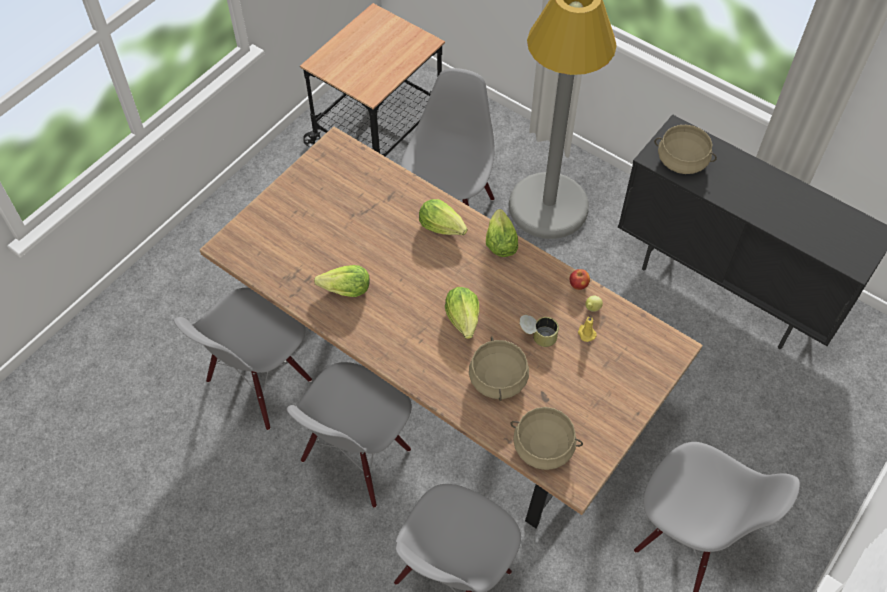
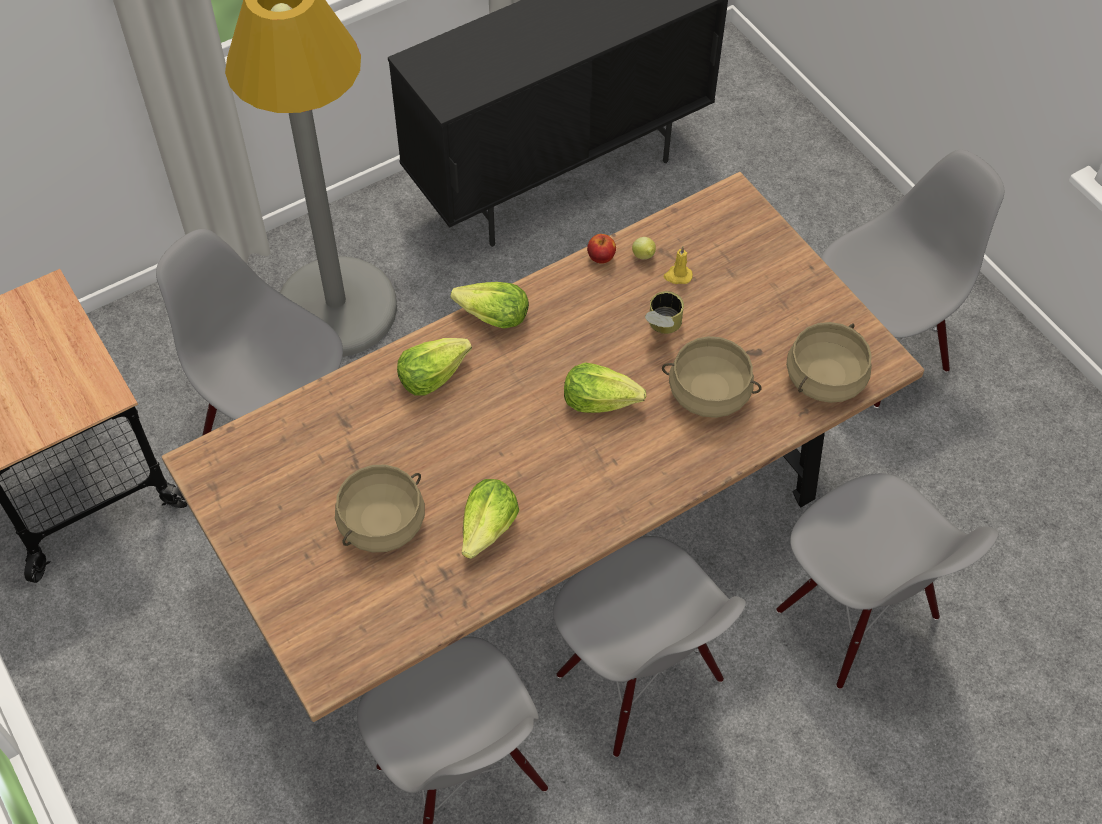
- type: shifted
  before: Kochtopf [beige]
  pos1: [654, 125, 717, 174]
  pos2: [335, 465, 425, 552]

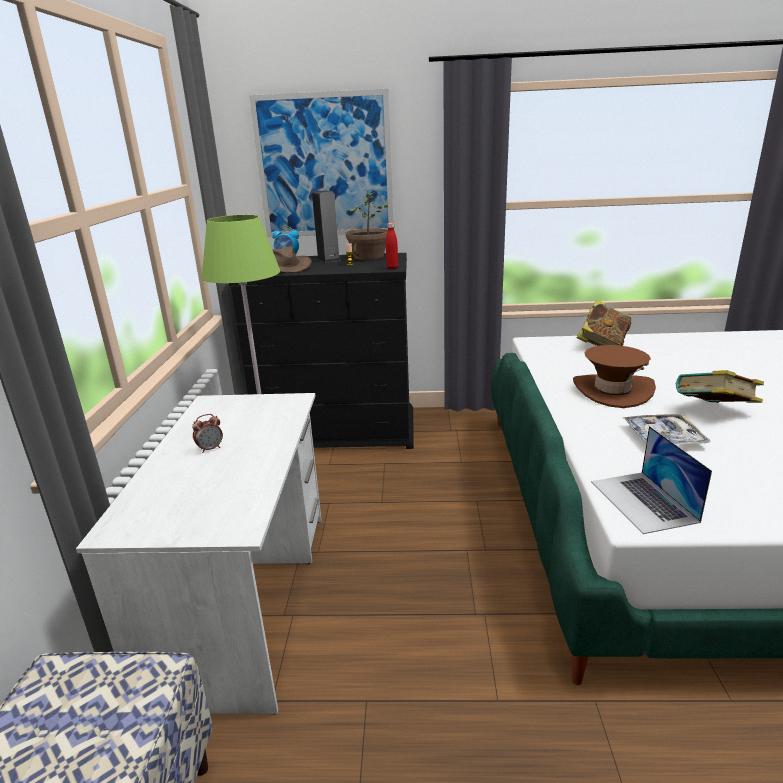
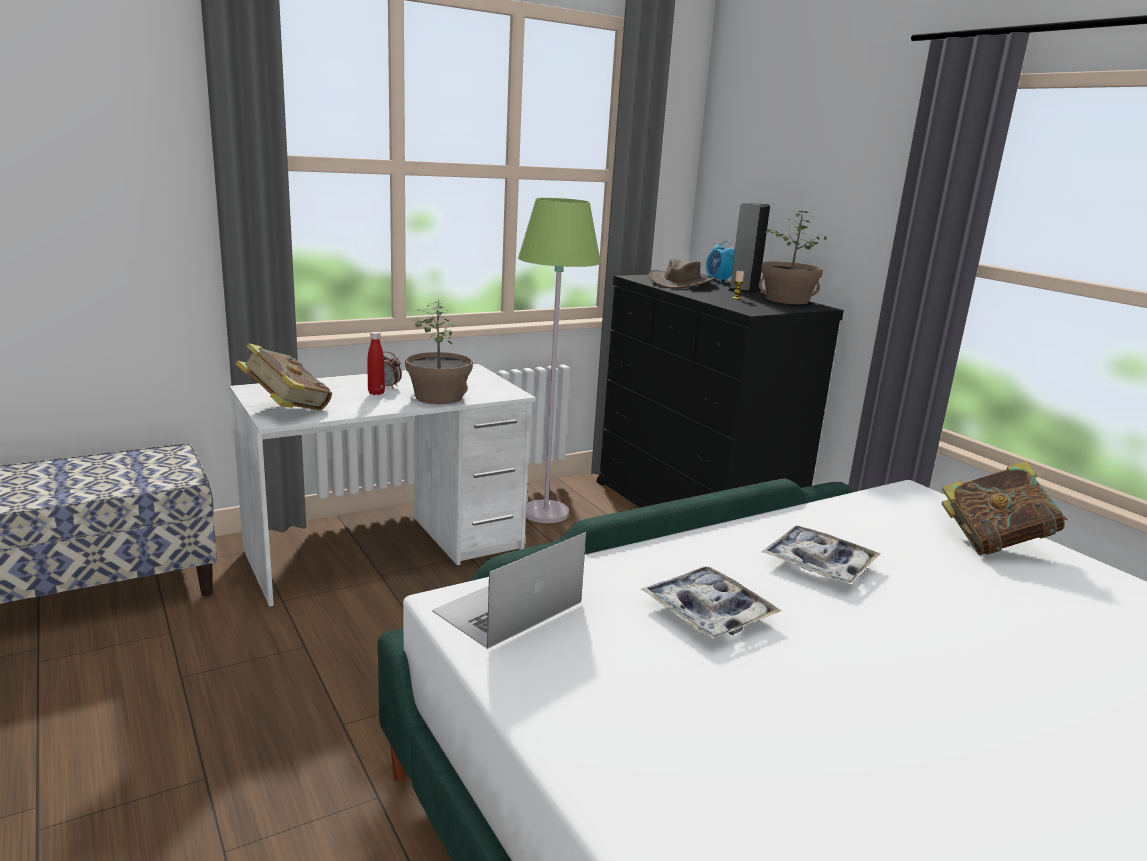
- type: gone
  before: Bild
  pos1: [249, 89, 393, 237]
- type: shifted
  before: Flasche [rot]
  pos1: [386, 223, 398, 269]
  pos2: [367, 332, 385, 395]
- type: swapped
  before: Hut [braun]
  after: Tablett
  pos1: [573, 345, 656, 408]
  pos2: [762, 525, 881, 584]
- type: shifted
  before: Buch
  pos1: [676, 370, 764, 403]
  pos2: [236, 343, 332, 410]
- type: new
  after: Topfpflanze
  pos2: [405, 300, 473, 404]

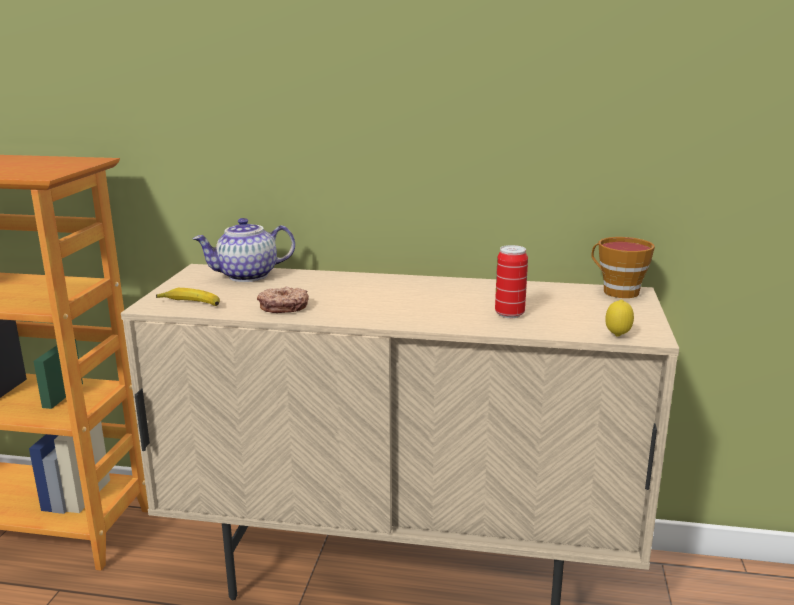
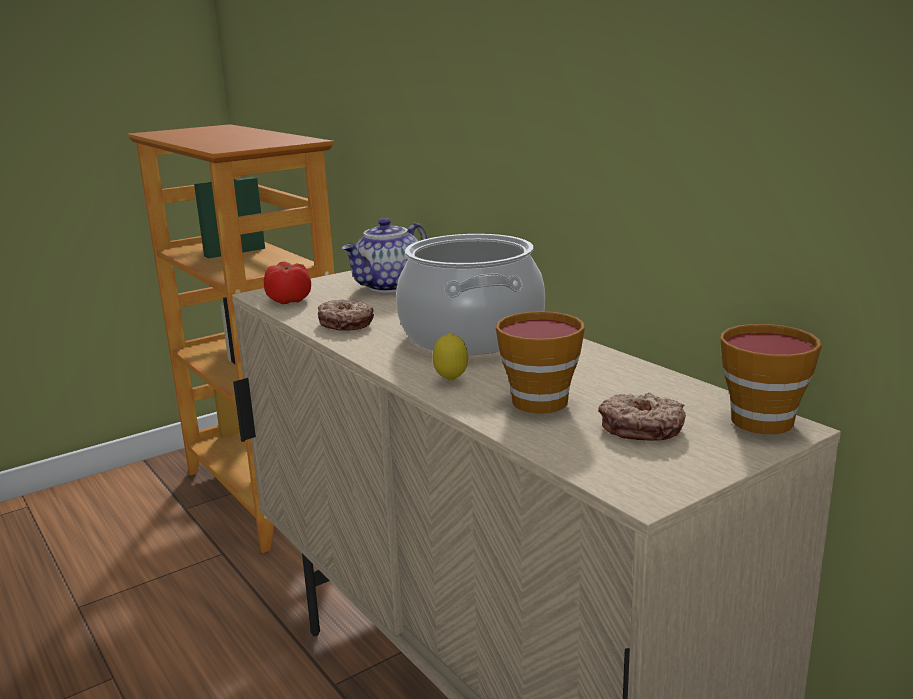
- type: rotated
  before: Teekanne
  pos1: [192, 218, 295, 282]
  pos2: [342, 218, 428, 293]
  turn: -75
- type: swapped
  before: Dose
  after: Tasse
  pos1: [495, 245, 528, 318]
  pos2: [496, 311, 585, 414]
- type: swapped
  before: Banane
  after: Tomate
  pos1: [156, 288, 220, 306]
  pos2: [264, 261, 311, 304]
- type: shifted
  before: Zitrone
  pos1: [605, 299, 634, 337]
  pos2: [433, 333, 468, 381]
- type: new
  after: Kochtopf
  pos2: [396, 234, 545, 355]
- type: new
  after: Donut
  pos2: [598, 392, 686, 441]

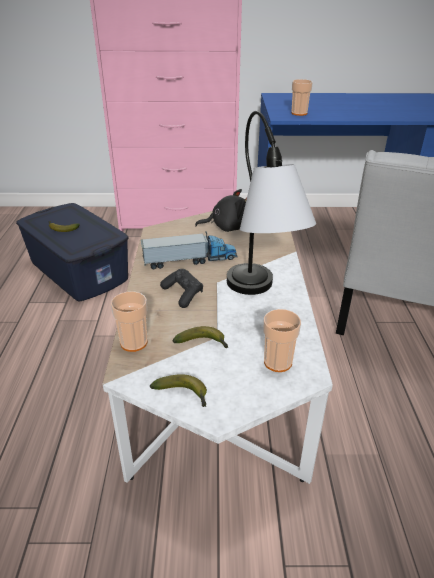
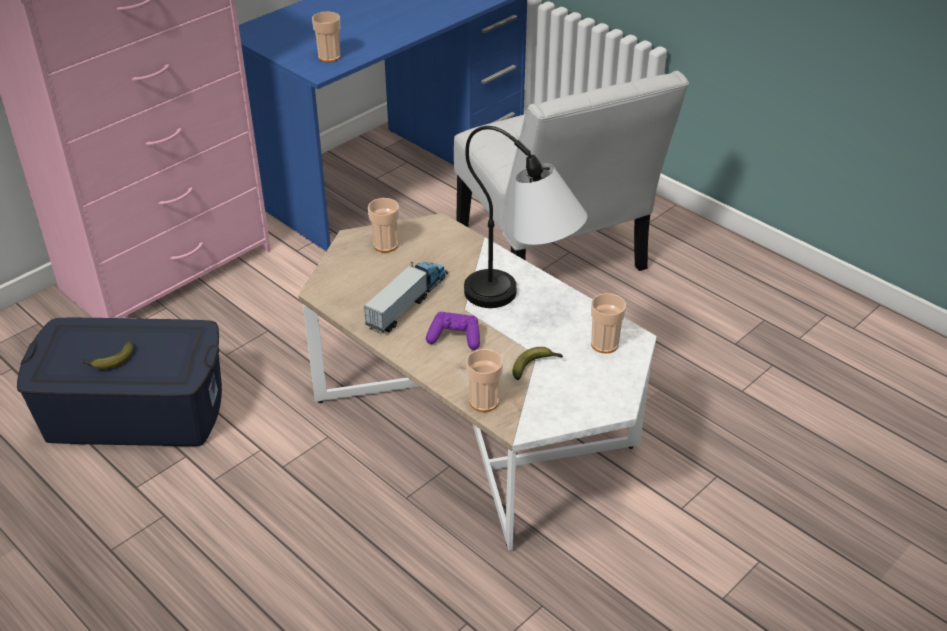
- type: swapped
  before: Plüschtier [schwarz]
  after: Tasse
  pos1: [195, 189, 247, 232]
  pos2: [368, 198, 399, 253]
- type: repainted
  before: Gamepad [schwarz]
  after: Gamepad [lila]
  pos1: [160, 269, 203, 308]
  pos2: [426, 312, 480, 350]
- type: gone
  before: Banane
  pos1: [150, 374, 207, 407]

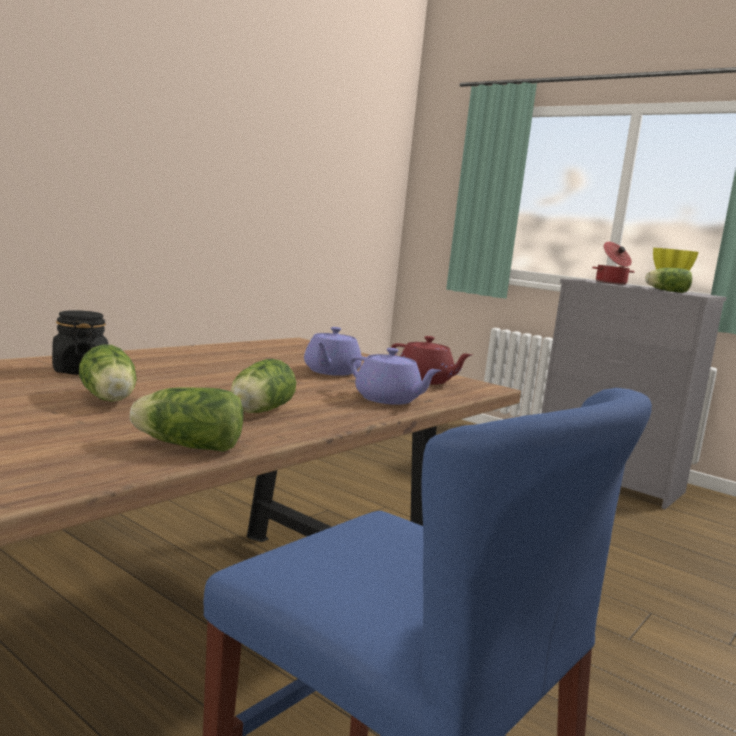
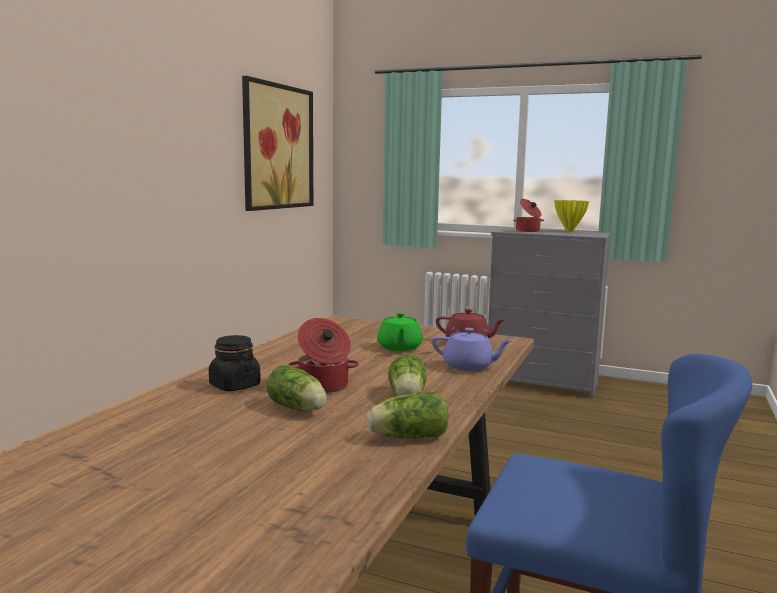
- type: gone
  before: Salatkopf
  pos1: [645, 268, 692, 293]
- type: repainted
  before: Teekanne [lila]
  after: Teekanne [grün]
  pos1: [304, 327, 362, 376]
  pos2: [377, 312, 423, 351]
- type: new
  after: Bild
  pos2: [242, 76, 313, 211]
- type: new
  after: Kochtopf
  pos2: [288, 318, 359, 393]

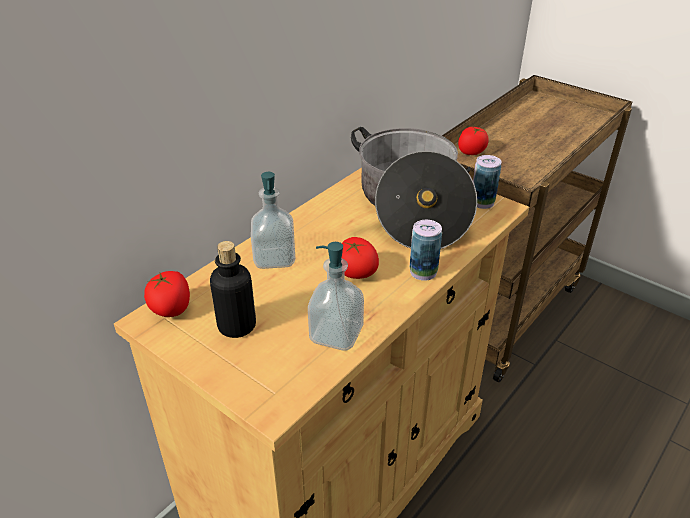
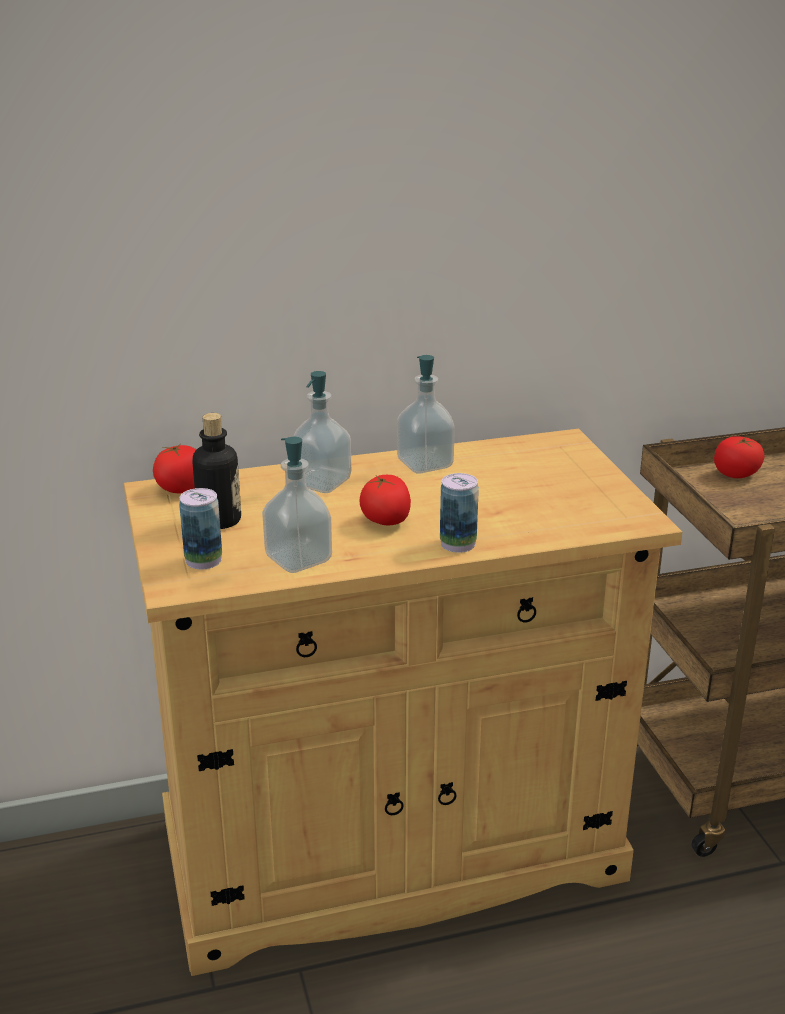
- type: gone
  before: Kochtopf
  pos1: [351, 127, 477, 249]
- type: shifted
  before: Dose
  pos1: [473, 155, 501, 209]
  pos2: [179, 488, 222, 570]
- type: new
  after: Seifenspender
  pos2: [397, 355, 455, 474]

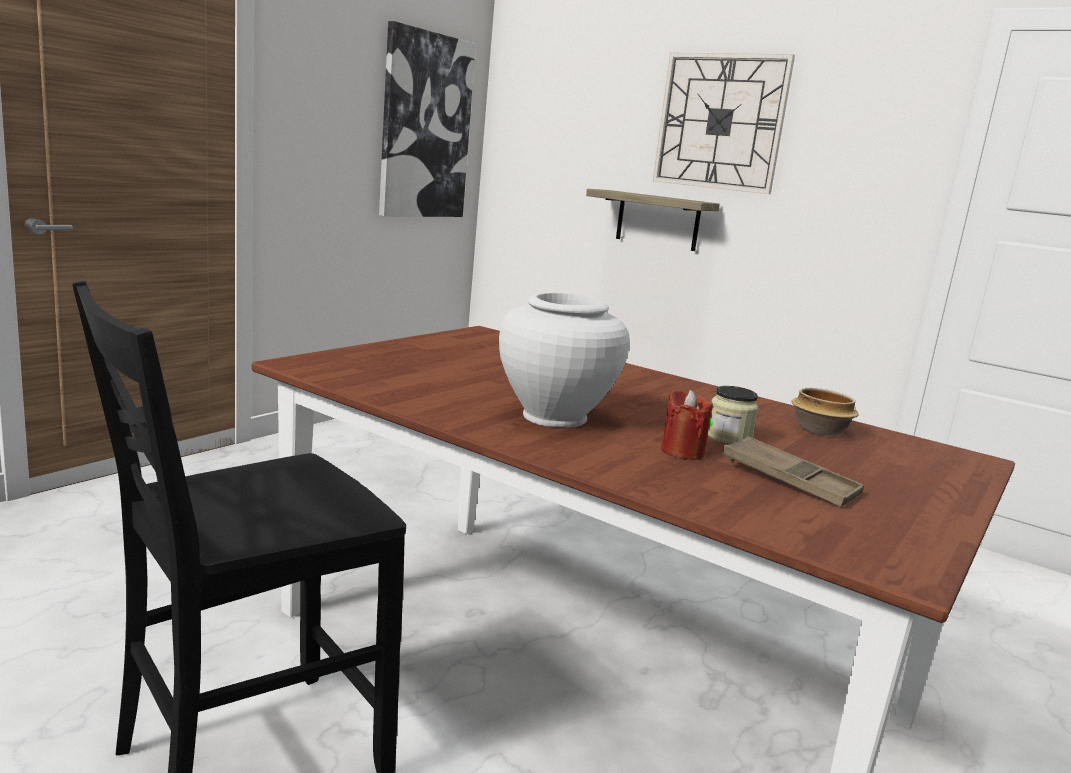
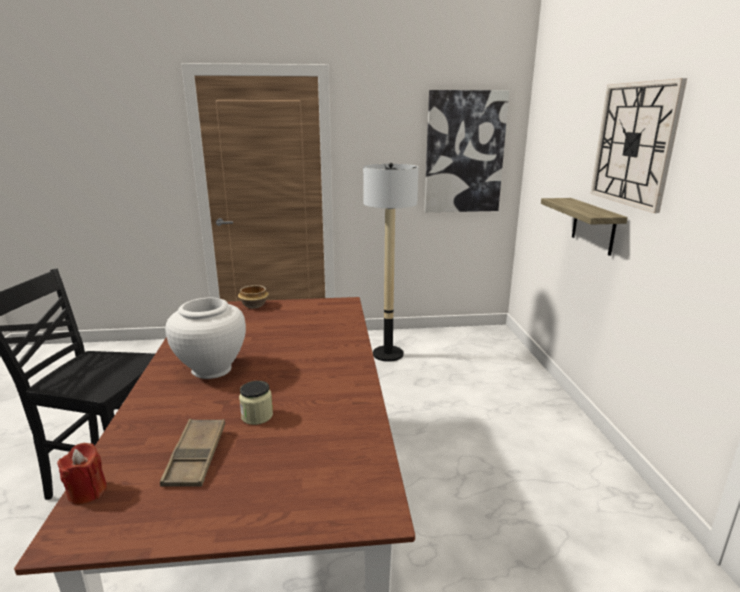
- type: shifted
  before: Schüssel
  pos1: [791, 388, 859, 436]
  pos2: [238, 285, 269, 308]
- type: shifted
  before: Kerze [rot]
  pos1: [661, 390, 713, 460]
  pos2: [57, 443, 107, 505]
- type: new
  after: Stehlampe
  pos2: [363, 163, 418, 362]

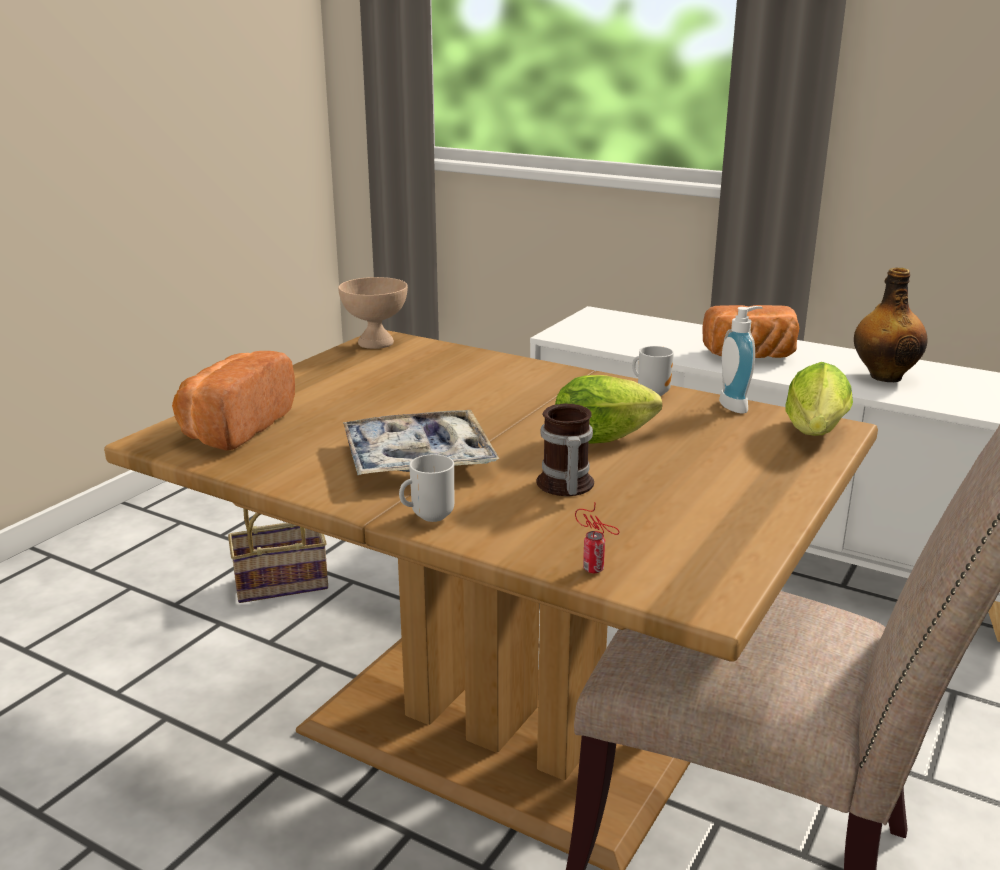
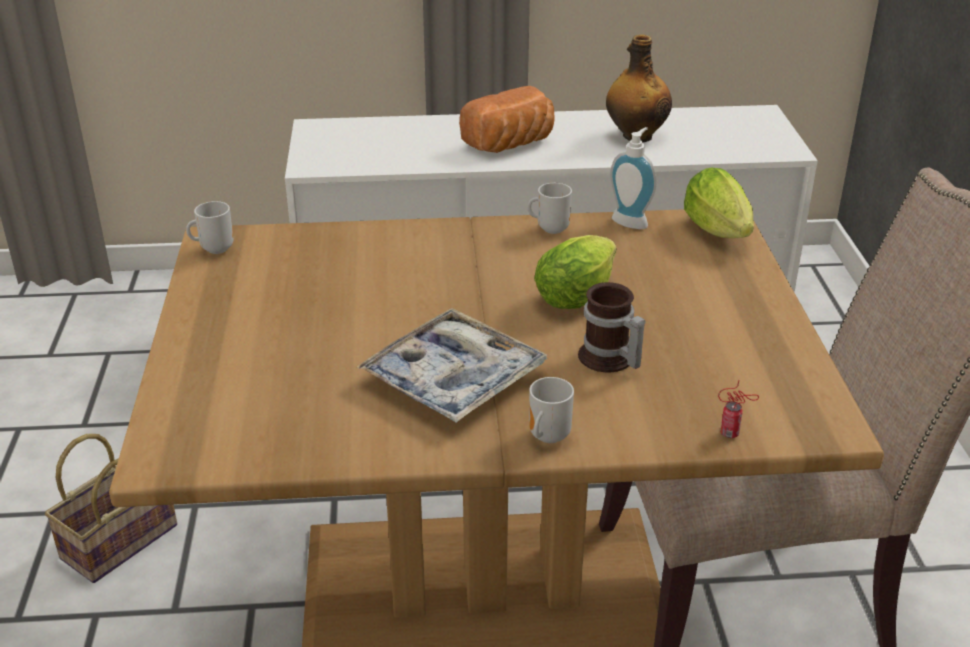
- type: swapped
  before: Schüssel [beige]
  after: Henkelbecher
  pos1: [338, 277, 408, 349]
  pos2: [186, 201, 233, 254]
- type: gone
  before: Brot
  pos1: [172, 351, 295, 451]

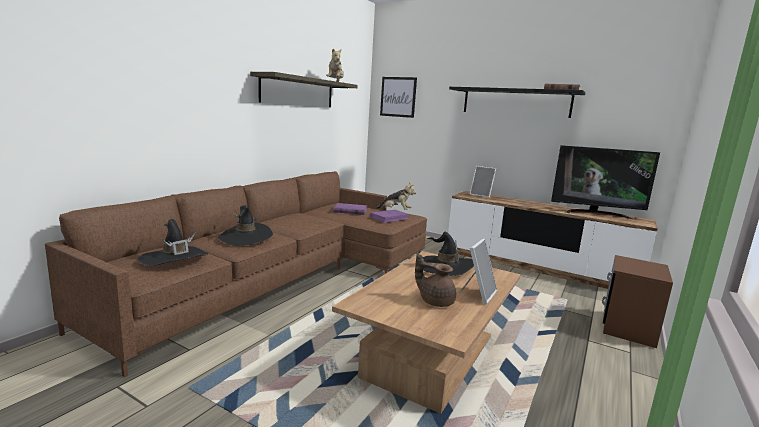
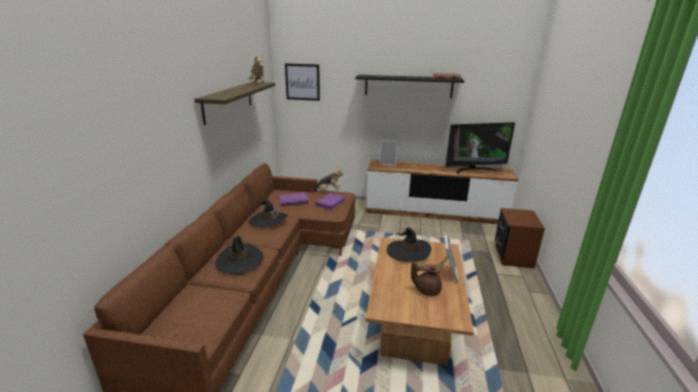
- type: shifted
  before: Hut [schwarz]
  pos1: [138, 219, 208, 266]
  pos2: [249, 198, 288, 228]

